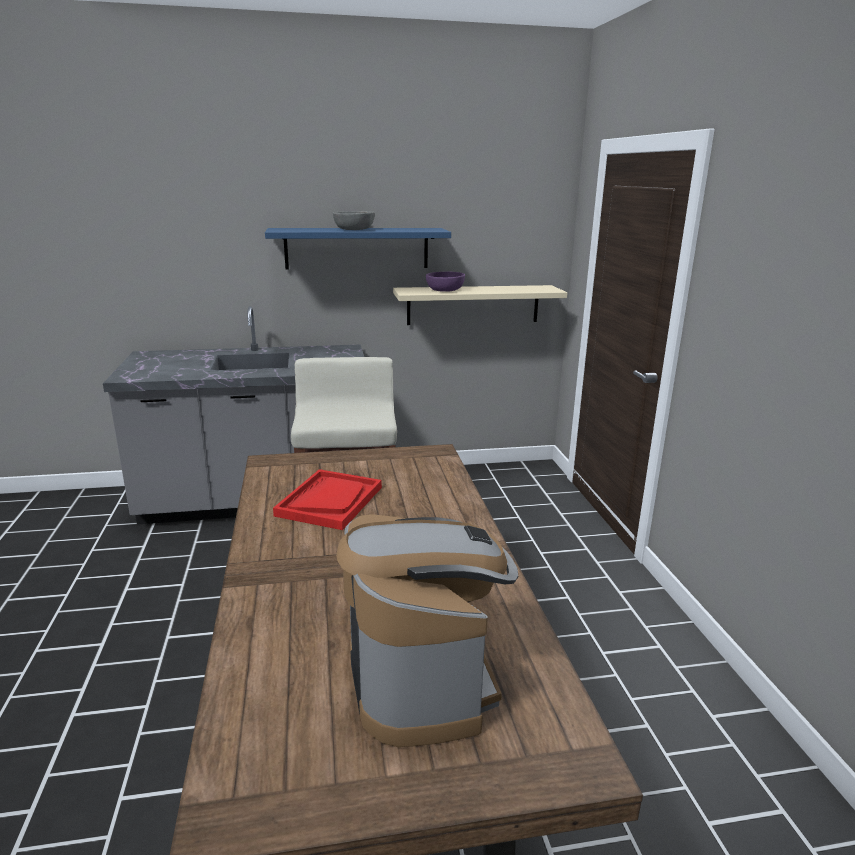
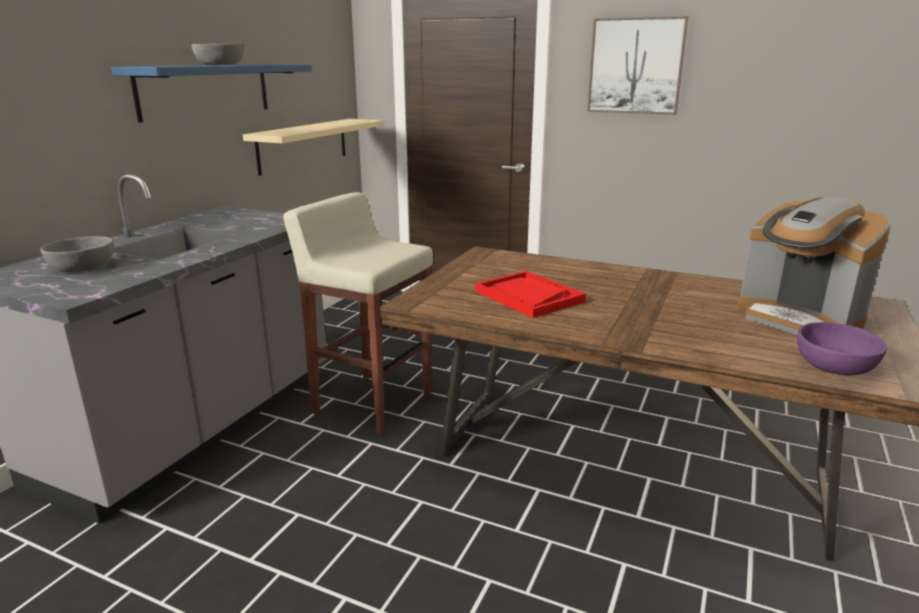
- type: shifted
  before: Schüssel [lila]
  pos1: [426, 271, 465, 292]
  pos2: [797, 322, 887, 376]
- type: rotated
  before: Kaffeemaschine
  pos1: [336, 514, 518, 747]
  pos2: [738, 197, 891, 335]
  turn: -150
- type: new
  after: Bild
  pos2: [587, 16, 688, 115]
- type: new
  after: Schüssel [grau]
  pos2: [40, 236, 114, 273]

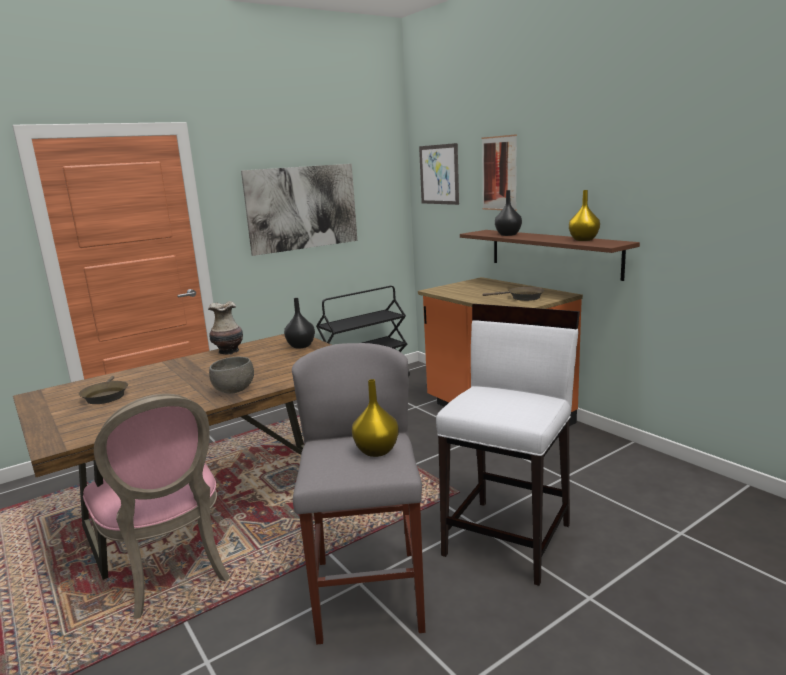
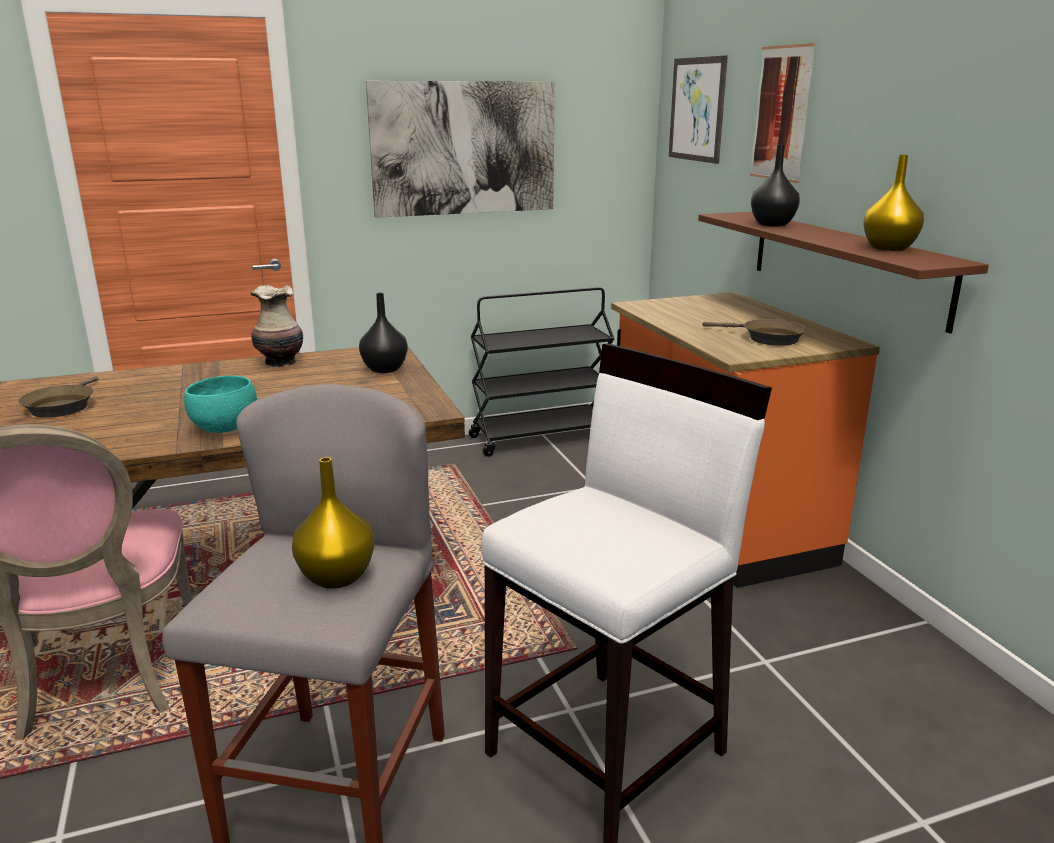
- type: repainted
  before: Schüssel [grau]
  after: Schüssel [türkis]
  pos1: [209, 357, 254, 394]
  pos2: [184, 376, 257, 433]

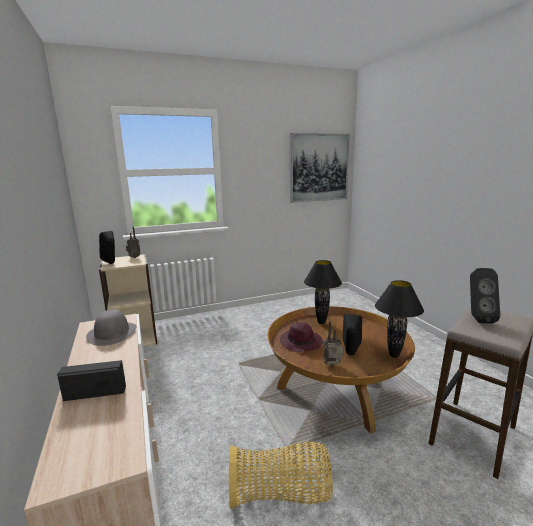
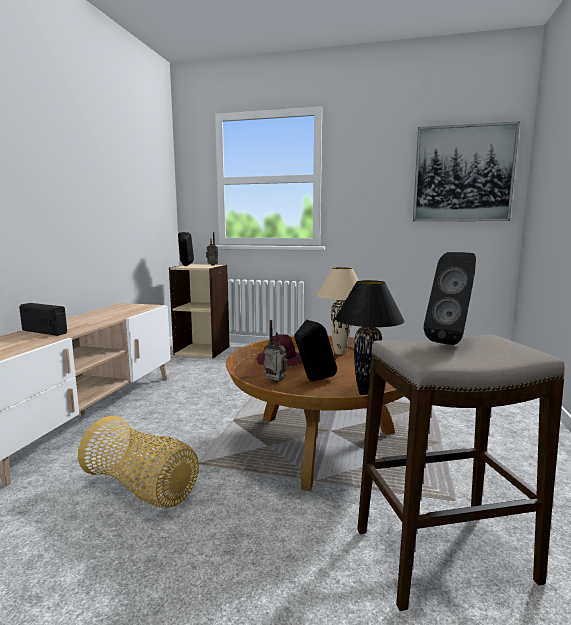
- type: repainted
  before: Tischlampe [schwarz]
  after: Tischlampe [beige]
  pos1: [304, 260, 342, 324]
  pos2: [316, 267, 359, 355]
- type: gone
  before: Hut [grau]
  pos1: [86, 309, 136, 346]

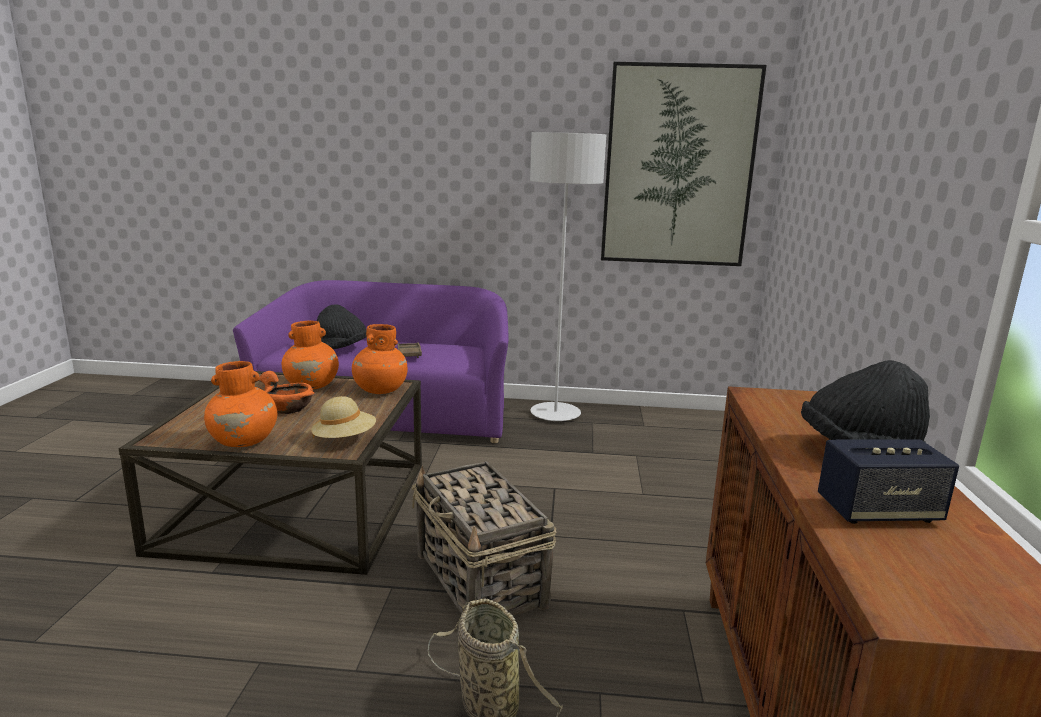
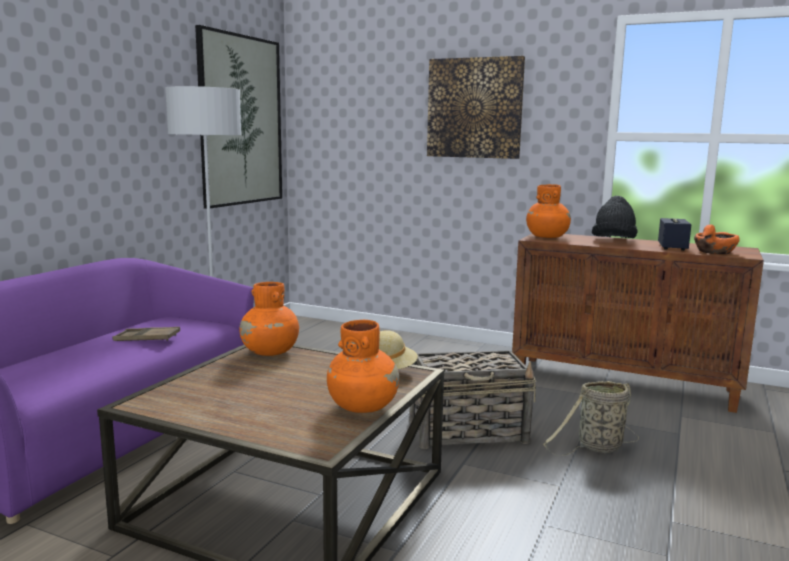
- type: gone
  before: Hut [schwarz]
  pos1: [317, 304, 367, 349]
- type: shifted
  before: Vase [orange]
  pos1: [282, 321, 339, 389]
  pos2: [526, 184, 571, 238]
- type: shifted
  before: Schüssel [orange]
  pos1: [258, 371, 315, 414]
  pos2: [694, 225, 740, 254]
- type: new
  after: Bild
  pos2: [427, 56, 525, 159]

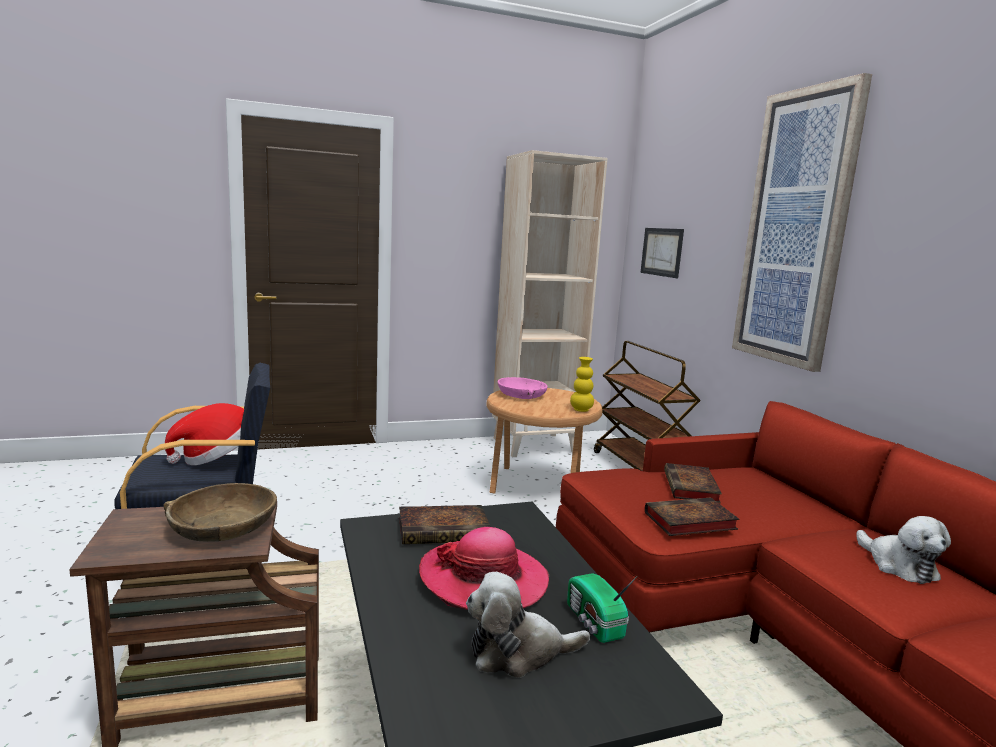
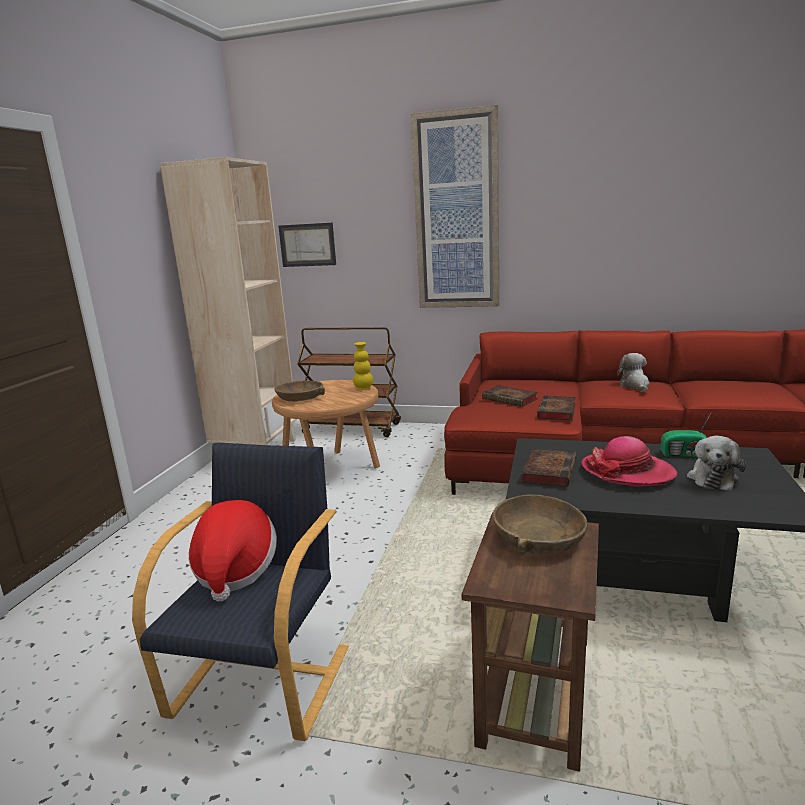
- type: repainted
  before: Schüssel [rosa]
  after: Schüssel [braun]
  pos1: [498, 377, 548, 399]
  pos2: [274, 380, 325, 401]
- type: rotated
  before: Plüschtier
  pos1: [856, 516, 951, 584]
  pos2: [617, 353, 650, 392]
  turn: -105

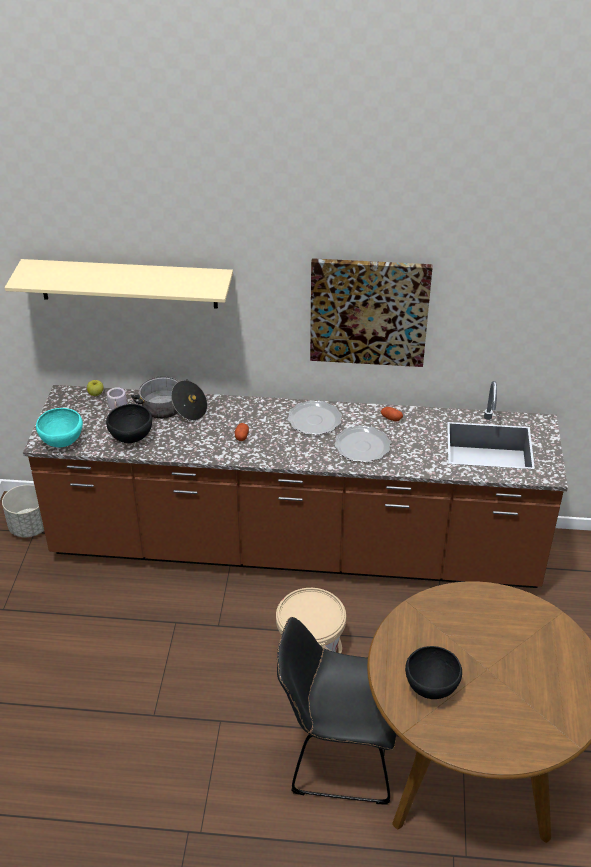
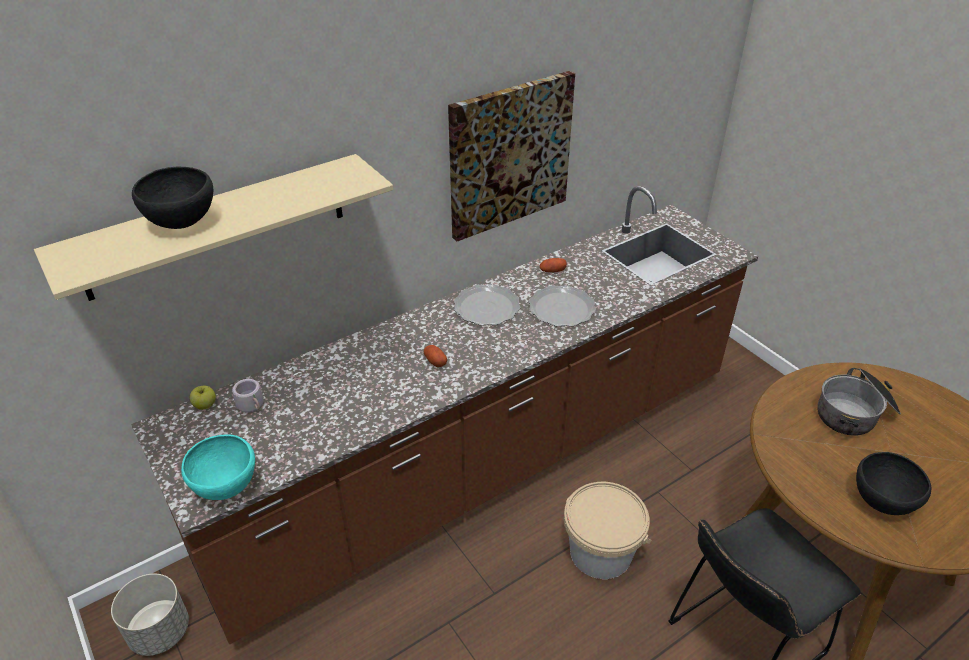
- type: shifted
  before: Kochtopf
  pos1: [131, 376, 208, 421]
  pos2: [817, 368, 901, 436]
- type: shifted
  before: Schüssel [schwarz]
  pos1: [106, 404, 152, 443]
  pos2: [132, 167, 213, 229]

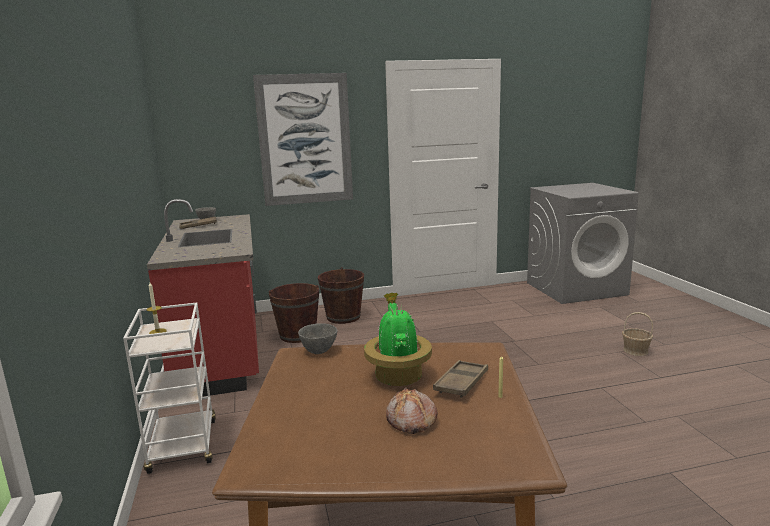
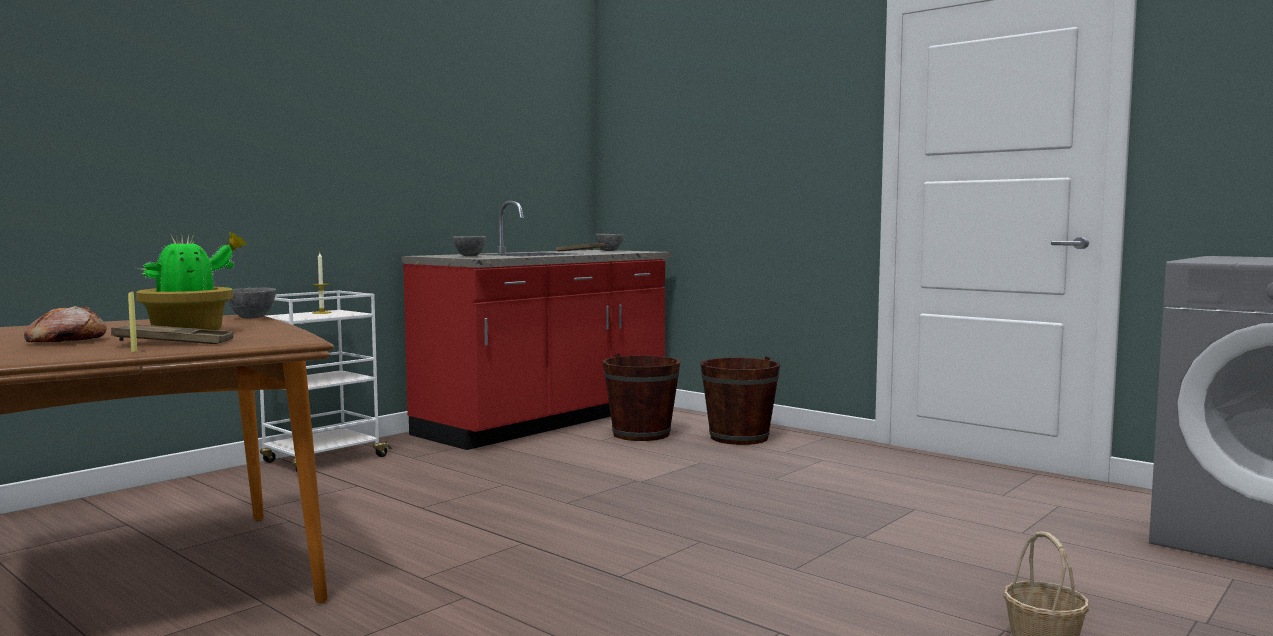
- type: gone
  before: Bild
  pos1: [253, 73, 353, 206]
- type: new
  after: Schüssel [grau]
  pos2: [453, 236, 486, 256]

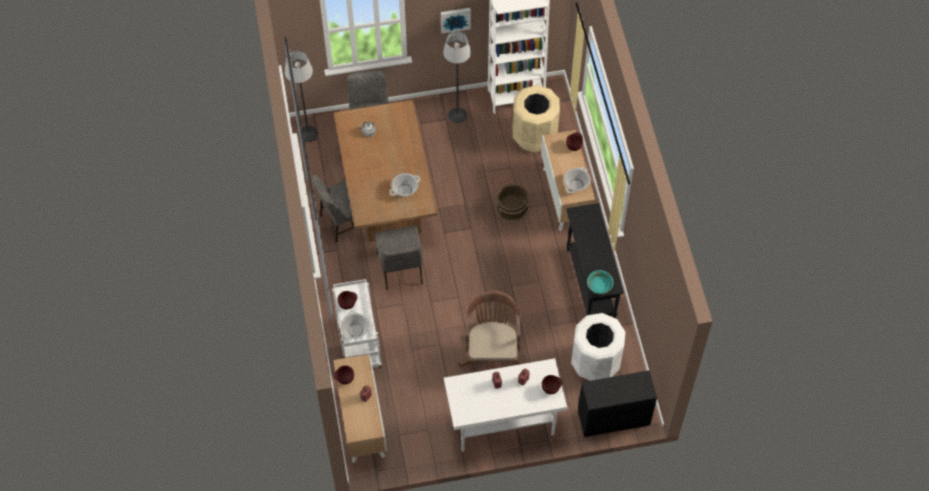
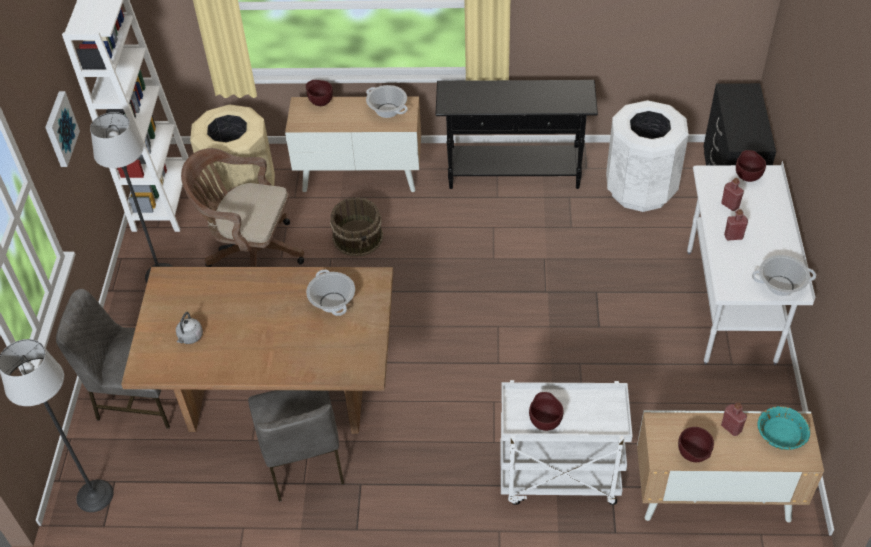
- type: gone
  before: Stuhl [grau]
  pos1: [374, 226, 423, 291]
- type: shifted
  before: Schüssel [türkis]
  pos1: [587, 270, 614, 294]
  pos2: [757, 406, 810, 450]
- type: shifted
  before: Bürostuhl [braun]
  pos1: [459, 290, 525, 369]
  pos2: [181, 148, 304, 267]
- type: shifted
  before: Kochtopf
  pos1: [341, 310, 369, 343]
  pos2: [752, 255, 816, 296]

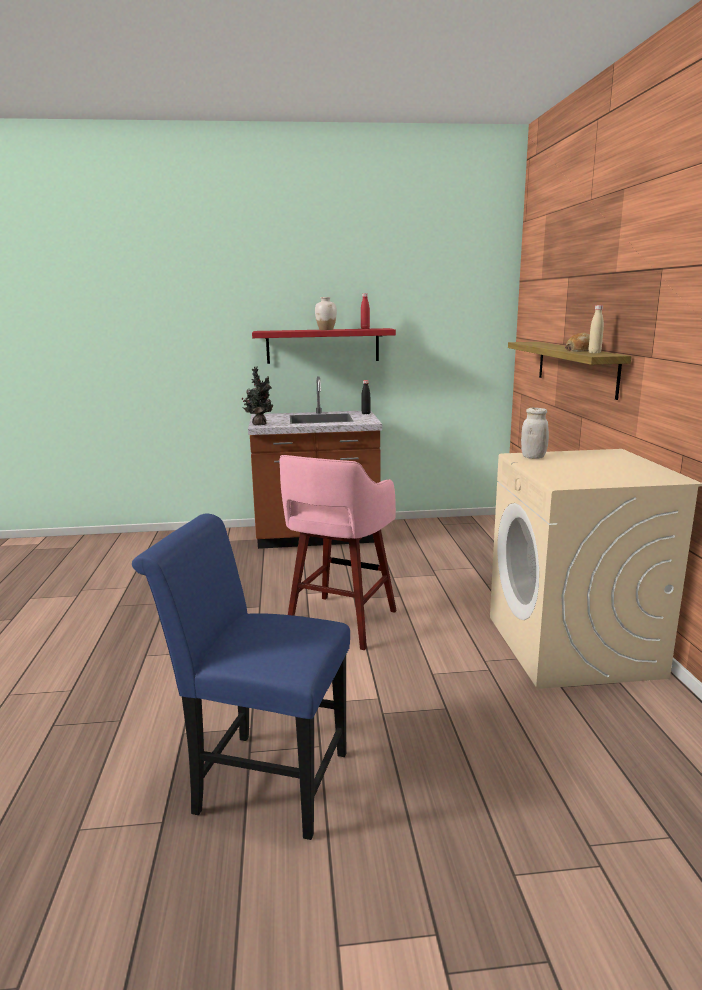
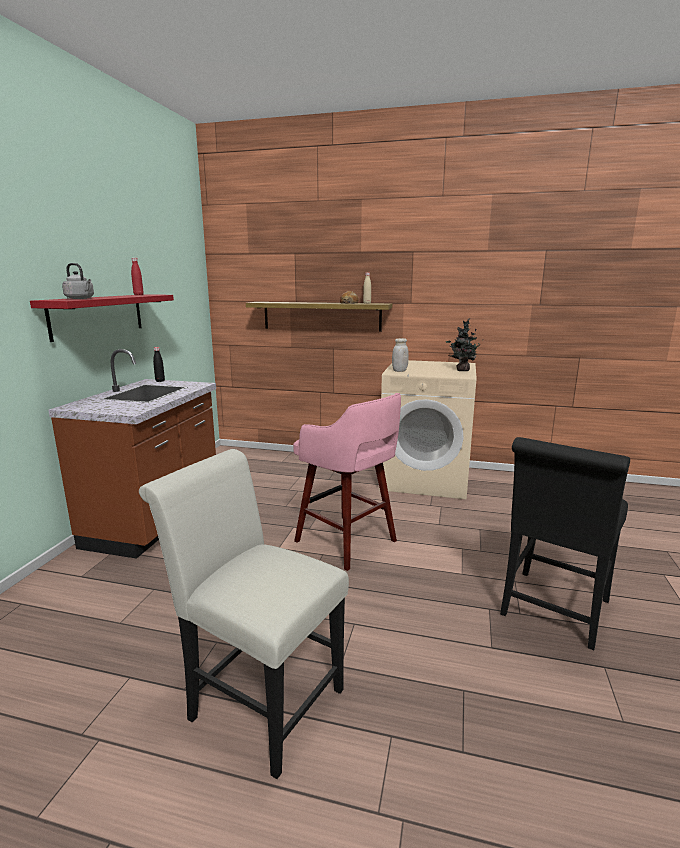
- type: gone
  before: Vase [weiß]
  pos1: [315, 297, 337, 330]
- type: shifted
  before: Topfpflanze
  pos1: [242, 366, 273, 425]
  pos2: [446, 318, 481, 371]
- type: repainted
  before: Stuhl [blau]
  after: Stuhl [schwarz]
  pos1: [132, 514, 350, 840]
  pos2: [500, 437, 630, 650]
- type: new
  after: Wasserkessel [grau]
  pos2: [62, 263, 94, 299]
- type: new
  after: Stuhl [weiß]
  pos2: [139, 449, 349, 779]

